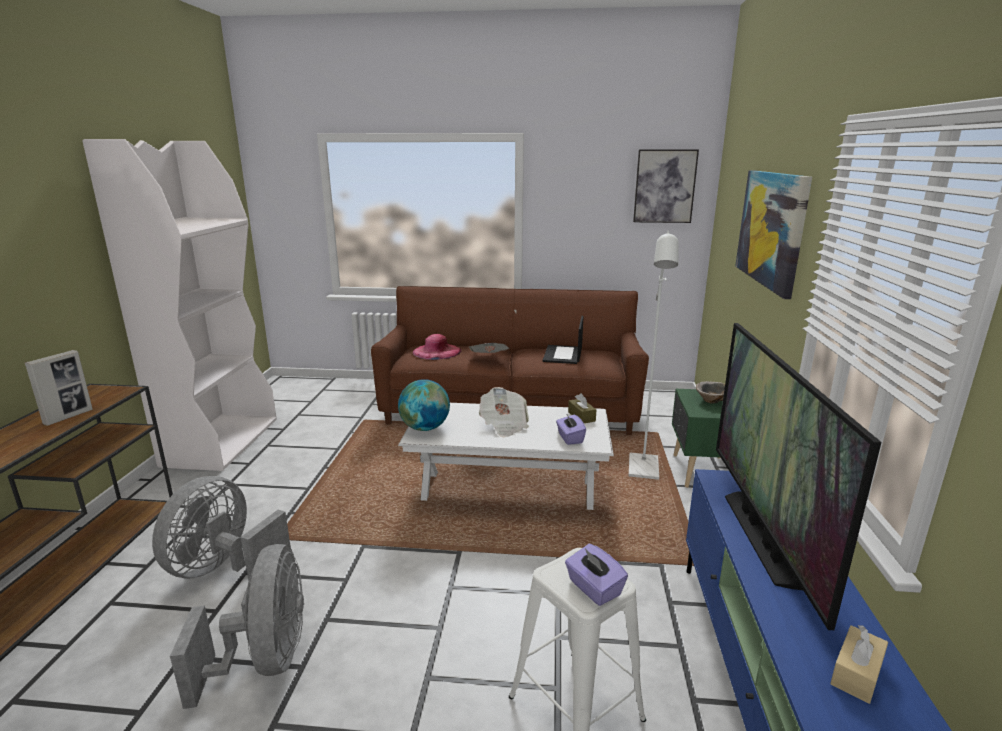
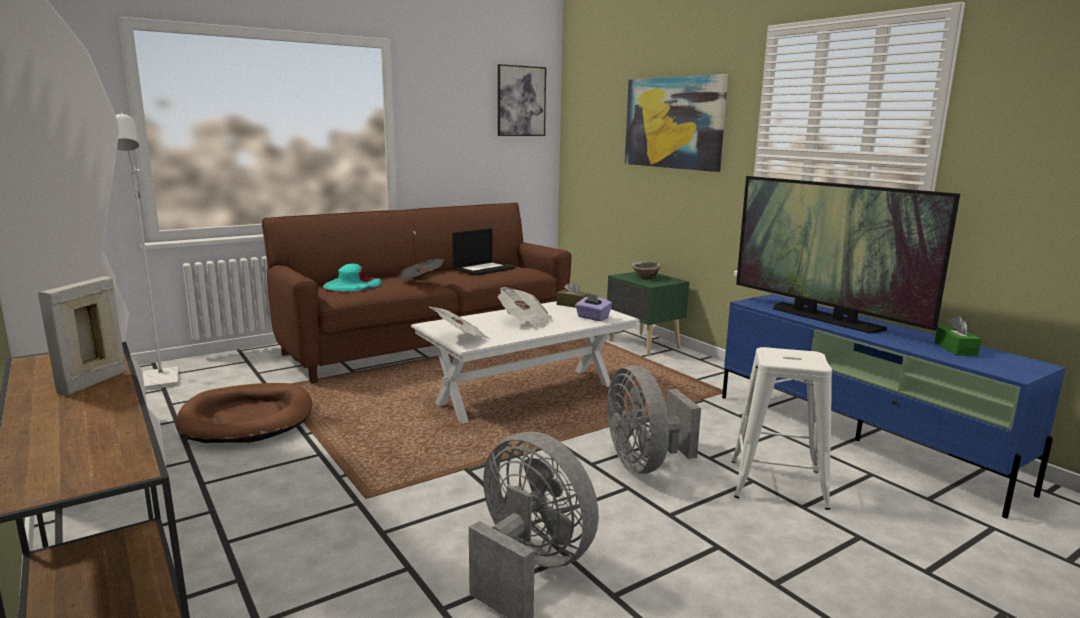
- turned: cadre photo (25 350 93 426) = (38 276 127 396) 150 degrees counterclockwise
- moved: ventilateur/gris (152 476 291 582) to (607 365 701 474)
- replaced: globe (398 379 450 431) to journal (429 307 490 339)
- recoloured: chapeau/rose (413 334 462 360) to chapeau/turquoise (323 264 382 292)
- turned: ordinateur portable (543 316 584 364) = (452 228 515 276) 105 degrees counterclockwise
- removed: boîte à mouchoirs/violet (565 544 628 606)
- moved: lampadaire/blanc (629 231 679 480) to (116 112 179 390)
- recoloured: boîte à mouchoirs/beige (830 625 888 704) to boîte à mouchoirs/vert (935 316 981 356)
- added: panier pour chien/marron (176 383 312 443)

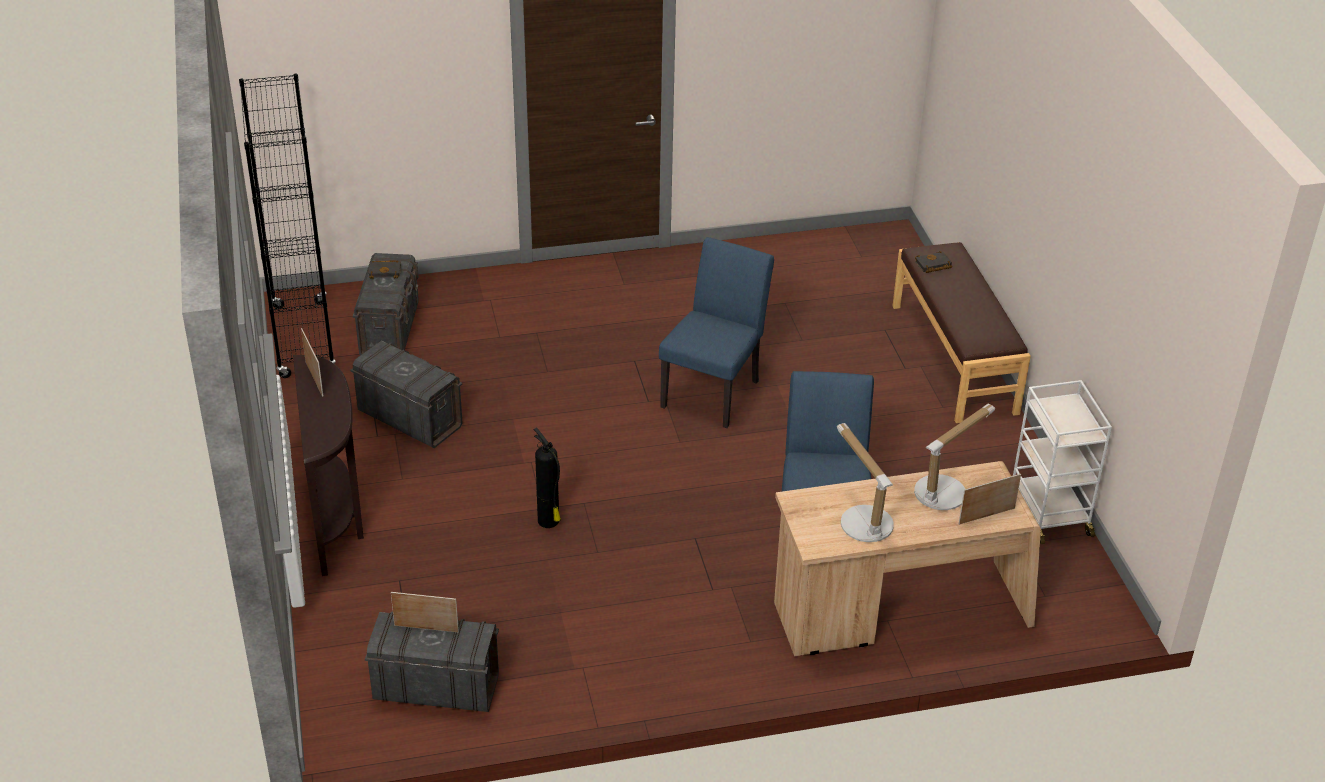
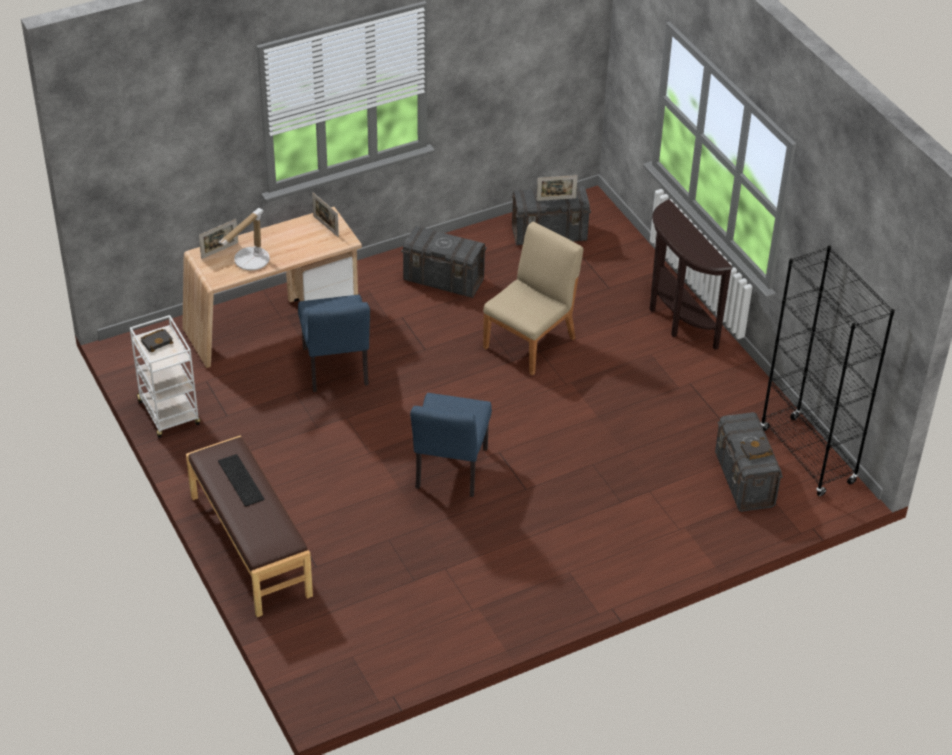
- moved: cadre photo (301 328 323 397) to (312 192 339 237)
- moved: boîte de rangement/gris (350 341 462 448) to (401 226 487 298)
- replaced: extincteur (534 428 561 528) to chaise/beige (483 222 583 375)
- removed: lampe de table (837 423 894 542)
- moved: livre/noir (915 251 952 273) to (141 329 173 352)
- added: clavier (218 454 265 507)

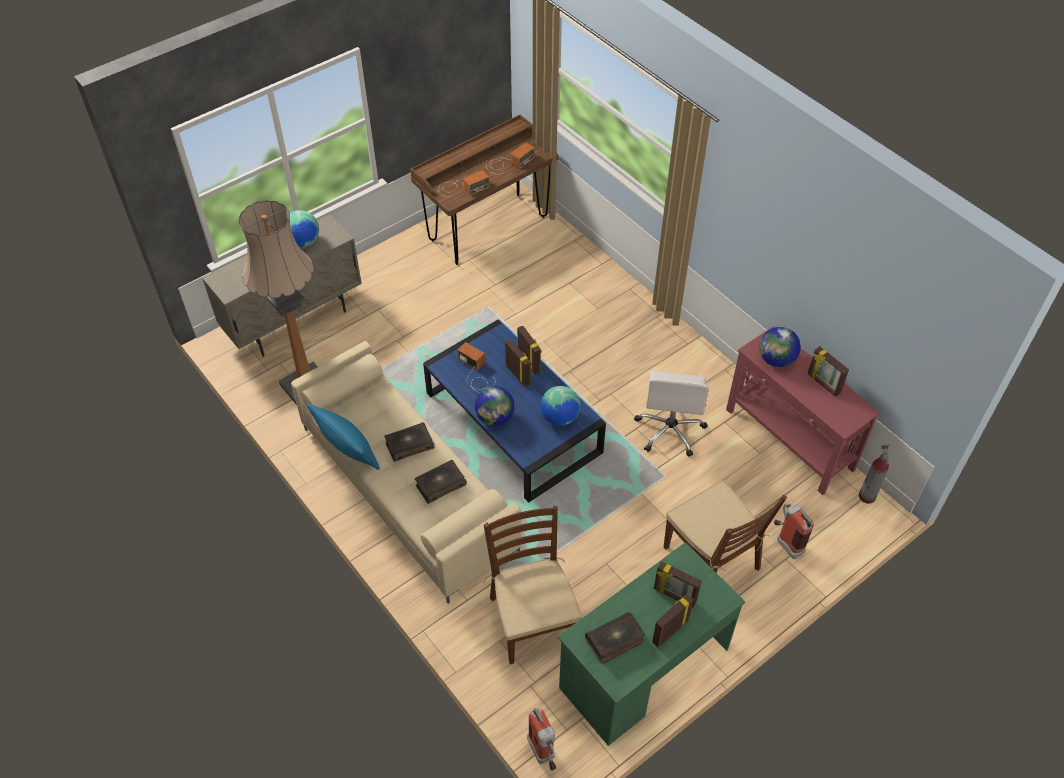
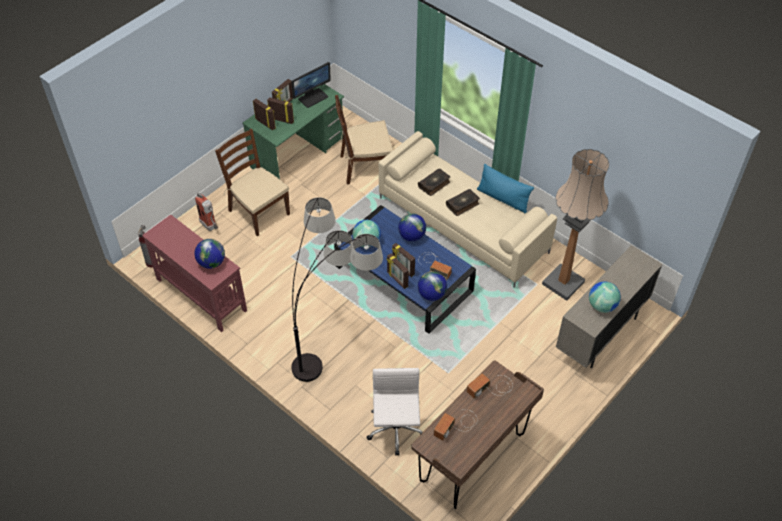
- turned: chaise/marron (483 506 582 664) = (335 95 393 184) 105 degrees clockwise
- removed: extincteur (527 708 556 770)
- replaced: livre (585 611 645 664) to écran d'ordinateur (292 62 331 108)
- moved: chaise de bureau/blanc (634 371 709 457) to (366 368 423 455)
- moved: cadre photo (808 346 849 397) to (253 99 276 130)
- added: lampadaire (291 197 383 382)
- added: globe (418 271 447 301)

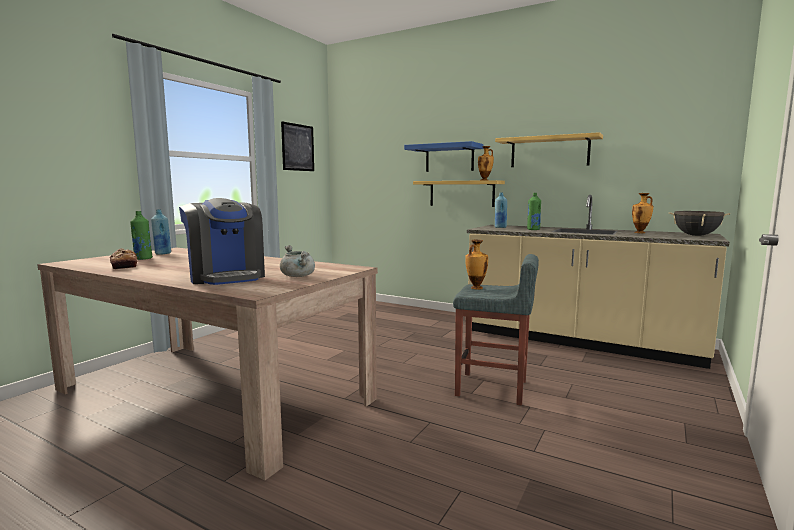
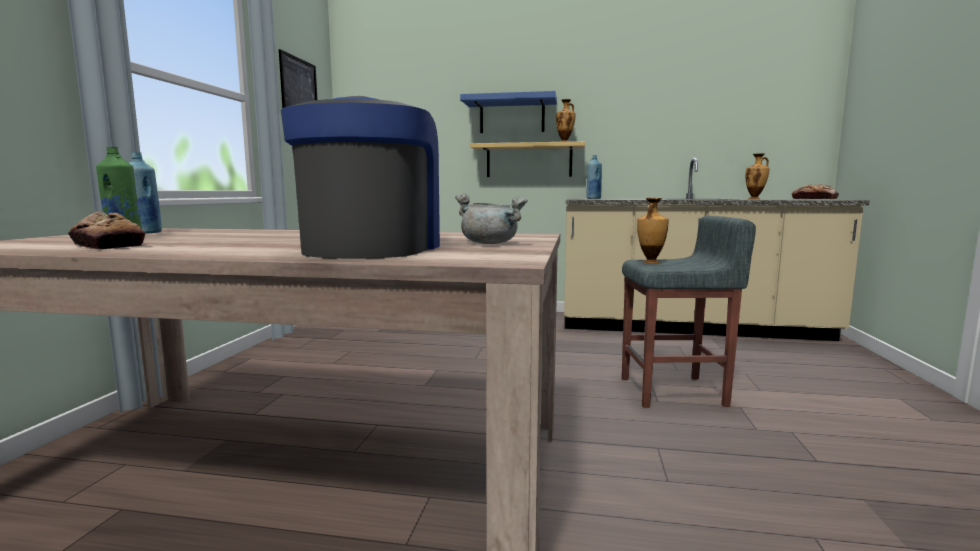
- turned: machine à café (179 198 265 285) = (281 96 440 259) 120 degrees counterclockwise
- removed: étagère (495 132 603 167)
- removed: bouteille/vert (527 193 541 230)
- replaced: marmite/noir (669 211 730 236) to pain (792 184 839 199)

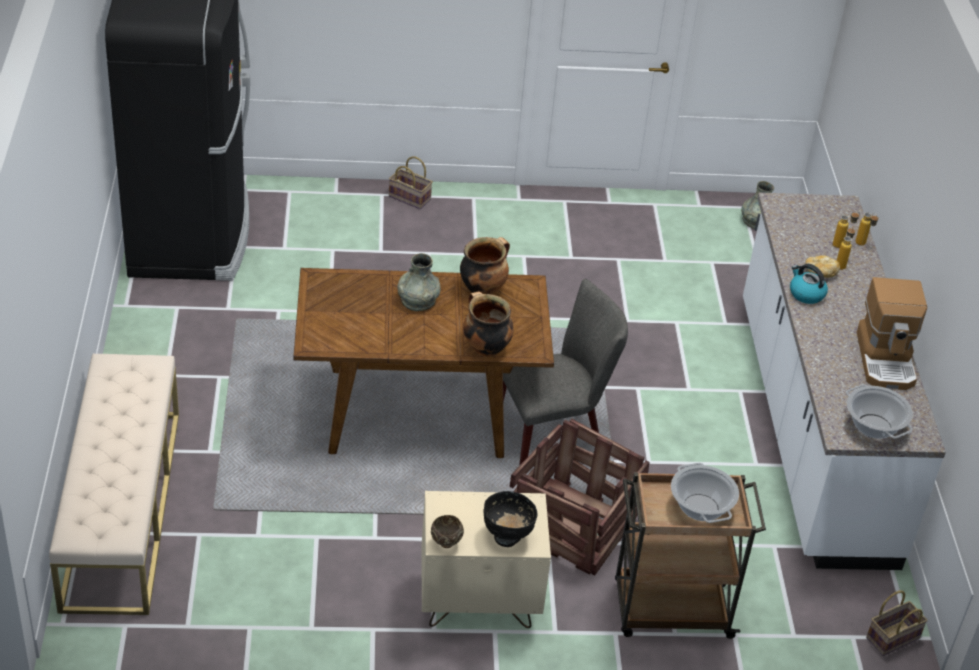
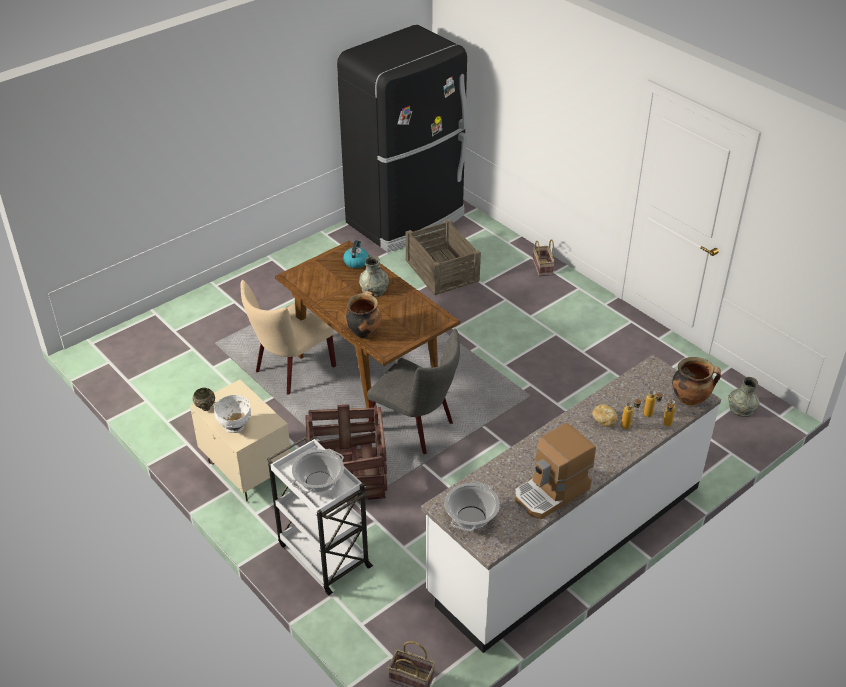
- removed: banc/beige (49 354 179 615)
- moved: marmite (460 237 510 295) to (672 357 721 406)
- recoloured: bol/noir (483 491 537 547) to bol/blanc (214 395 251 433)
- recoloured: chariot/marron (615 472 766 639) to chariot/blanc (267 437 373 595)
- moved: bouilloire (790 264 828 304) to (343 240 369 268)
- added: chaise/beige (241 280 336 395)
- added: caisse (405 219 481 295)

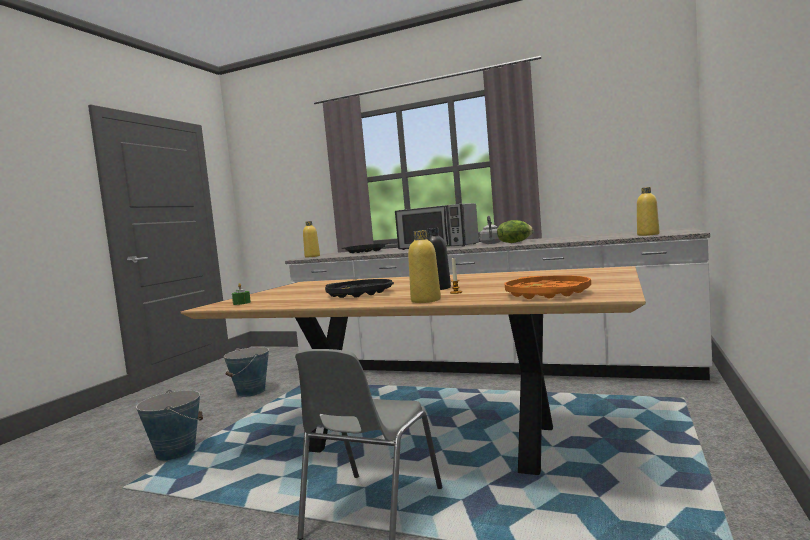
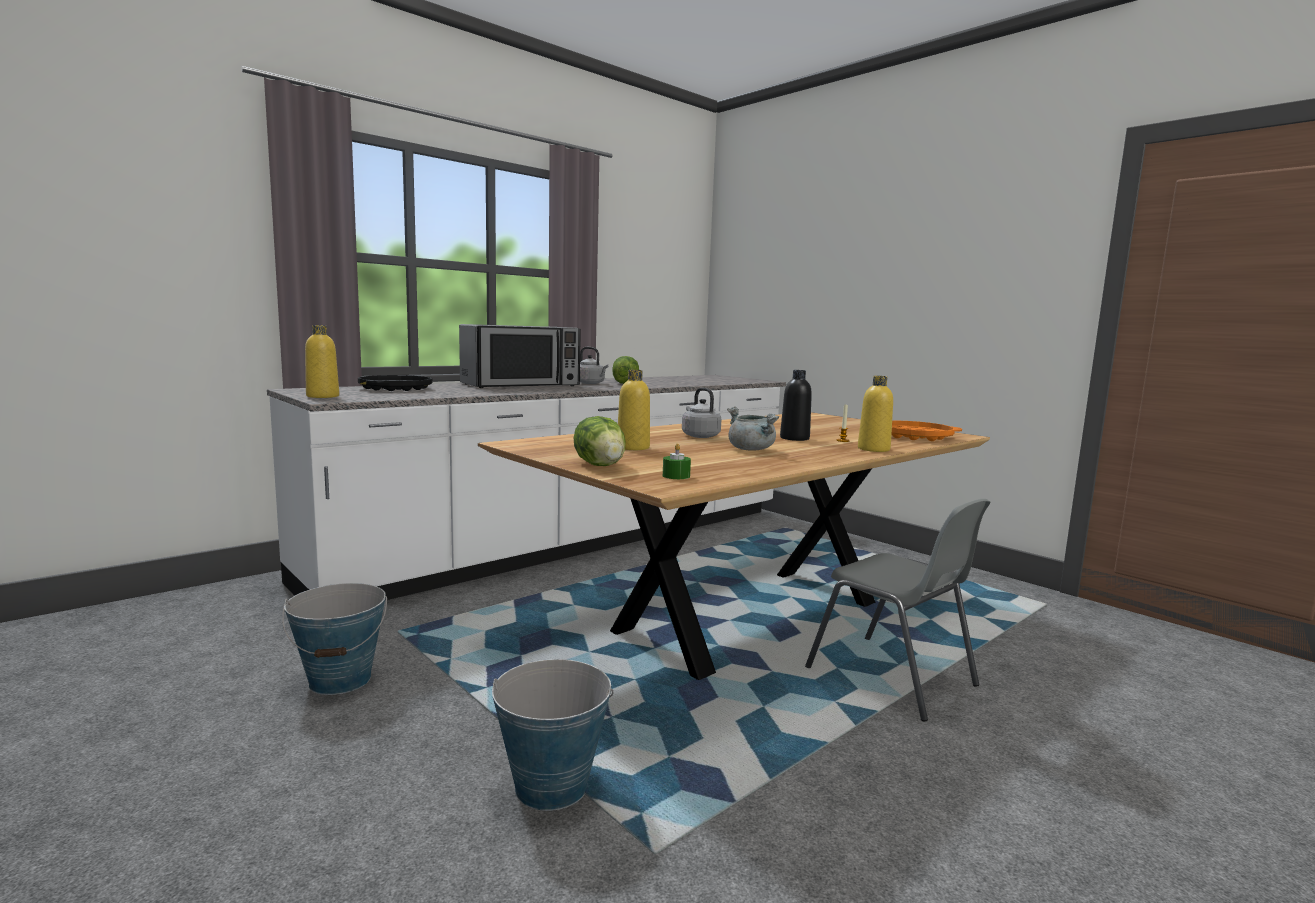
- replaced: plateau/noir (325 279 394 298) to marmite/gris (727 407 779 451)
- moved: bouteille/jaune (637 187 660 236) to (618 370 650 450)
- added: laitue (574 416 626 466)
- added: bouilloire/gris (682 388 721 438)

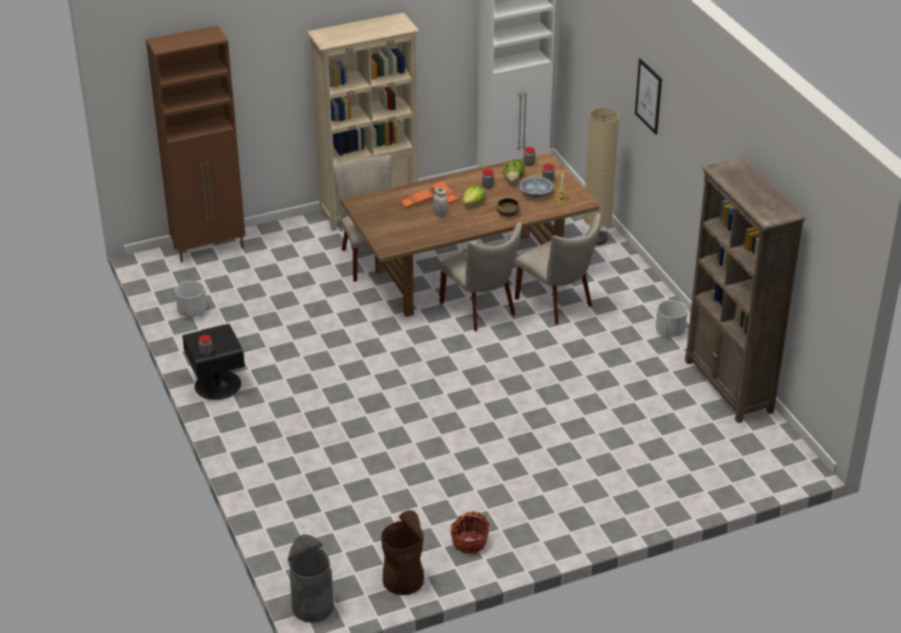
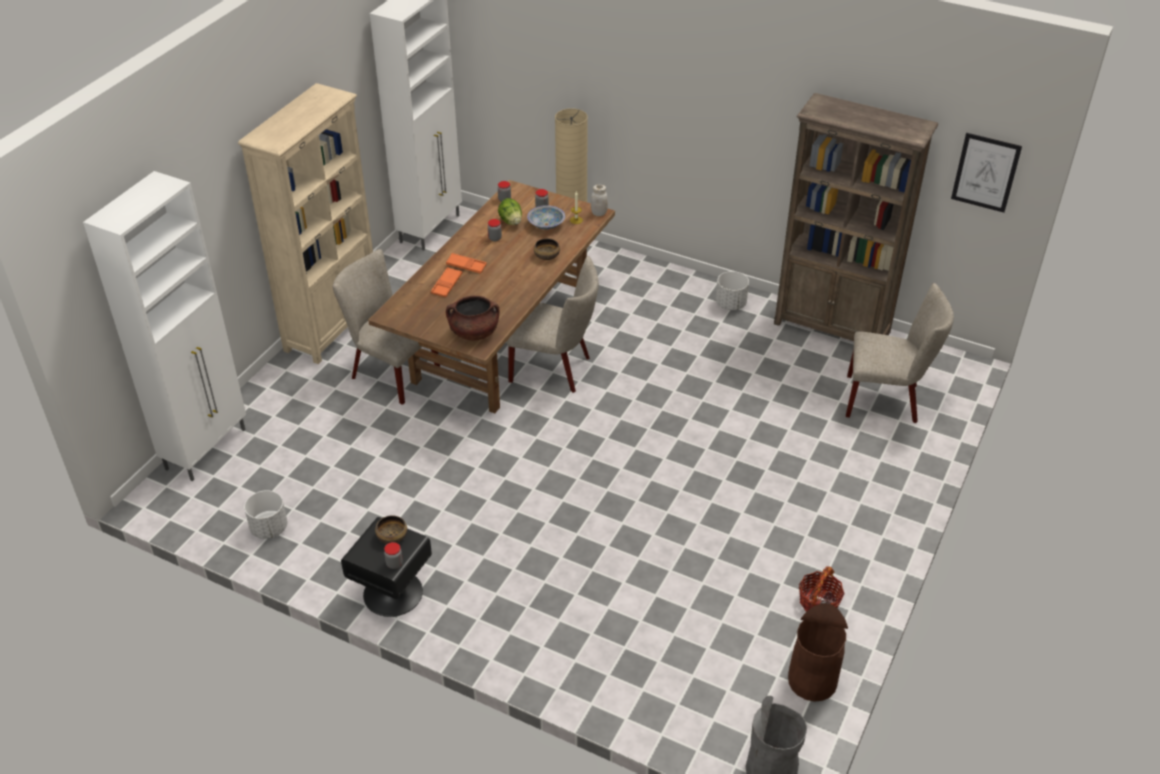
- recoloured: meuble de rangement/marron (146 26 245 263) to meuble de rangement/blanc (83 171 246 481)
- moved: bocal/blanc (433 188 448 217) to (591 185 608 216)
- removed: laitue (463 186 486 205)
- moved: chaise/beige (515 213 601 325) to (846 283 954 423)
- moved: tableau (635 58 662 135) to (951 133 1022 213)
- added: bol (375 515 407 544)
- added: marmite/marron (446 296 500 340)

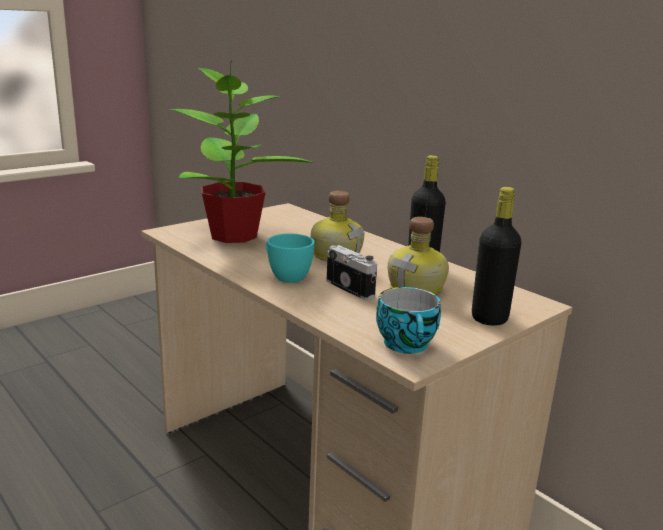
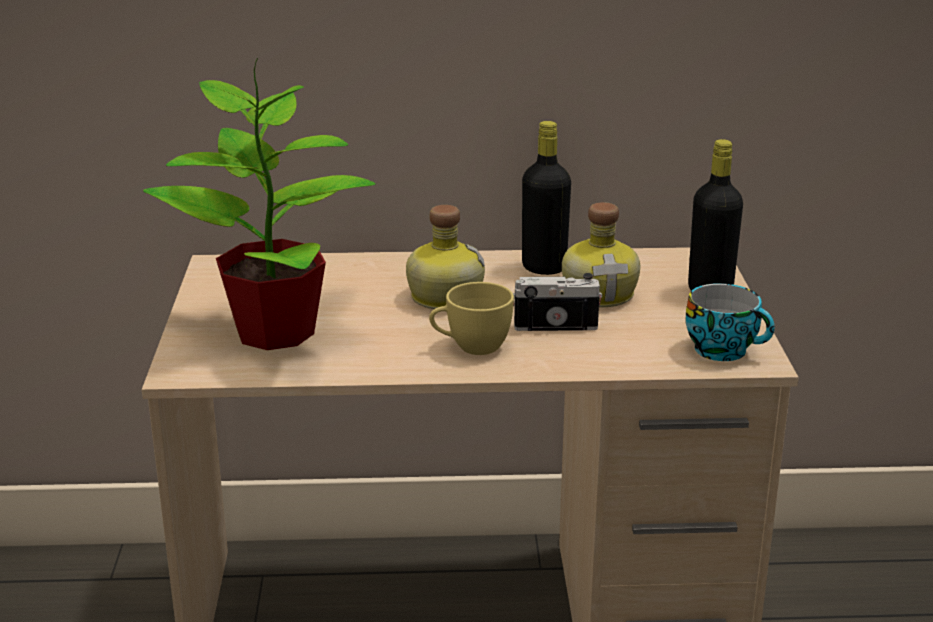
- recoloured: tasse/turquoise (266 234 315 283) to tasse/jaune (429 282 514 355)

